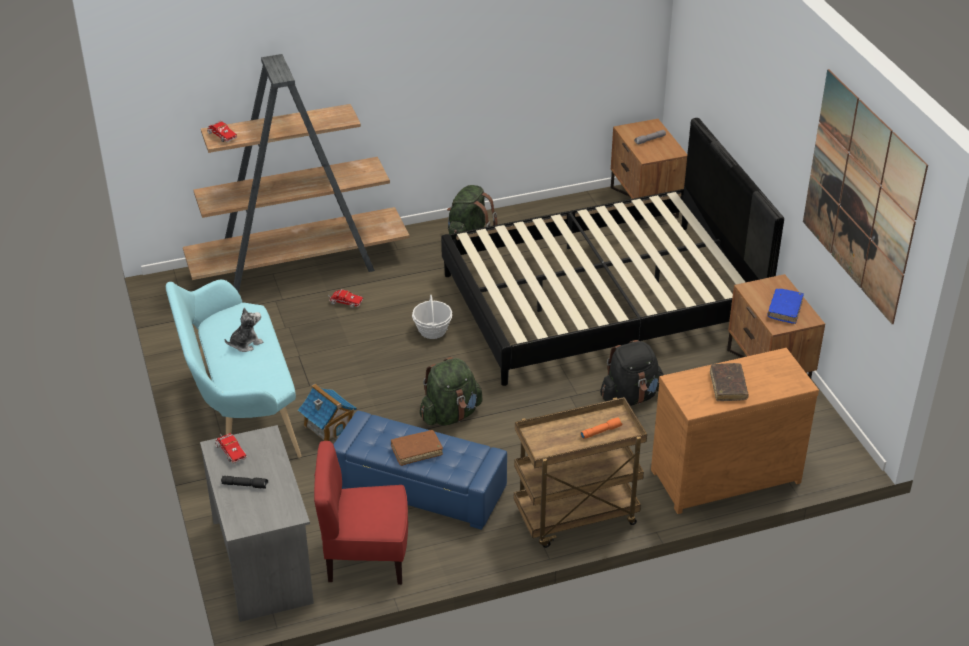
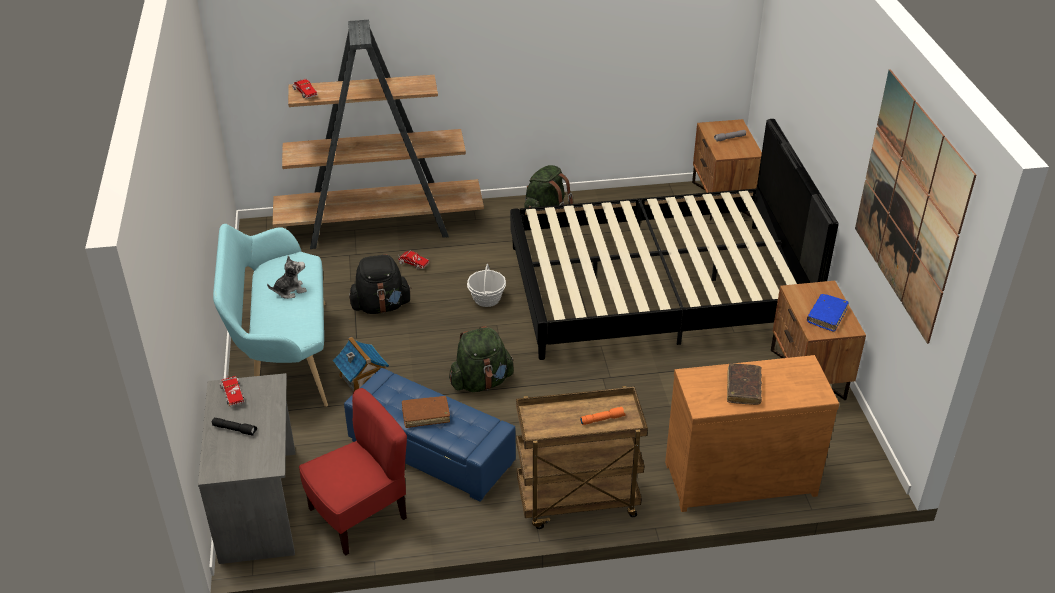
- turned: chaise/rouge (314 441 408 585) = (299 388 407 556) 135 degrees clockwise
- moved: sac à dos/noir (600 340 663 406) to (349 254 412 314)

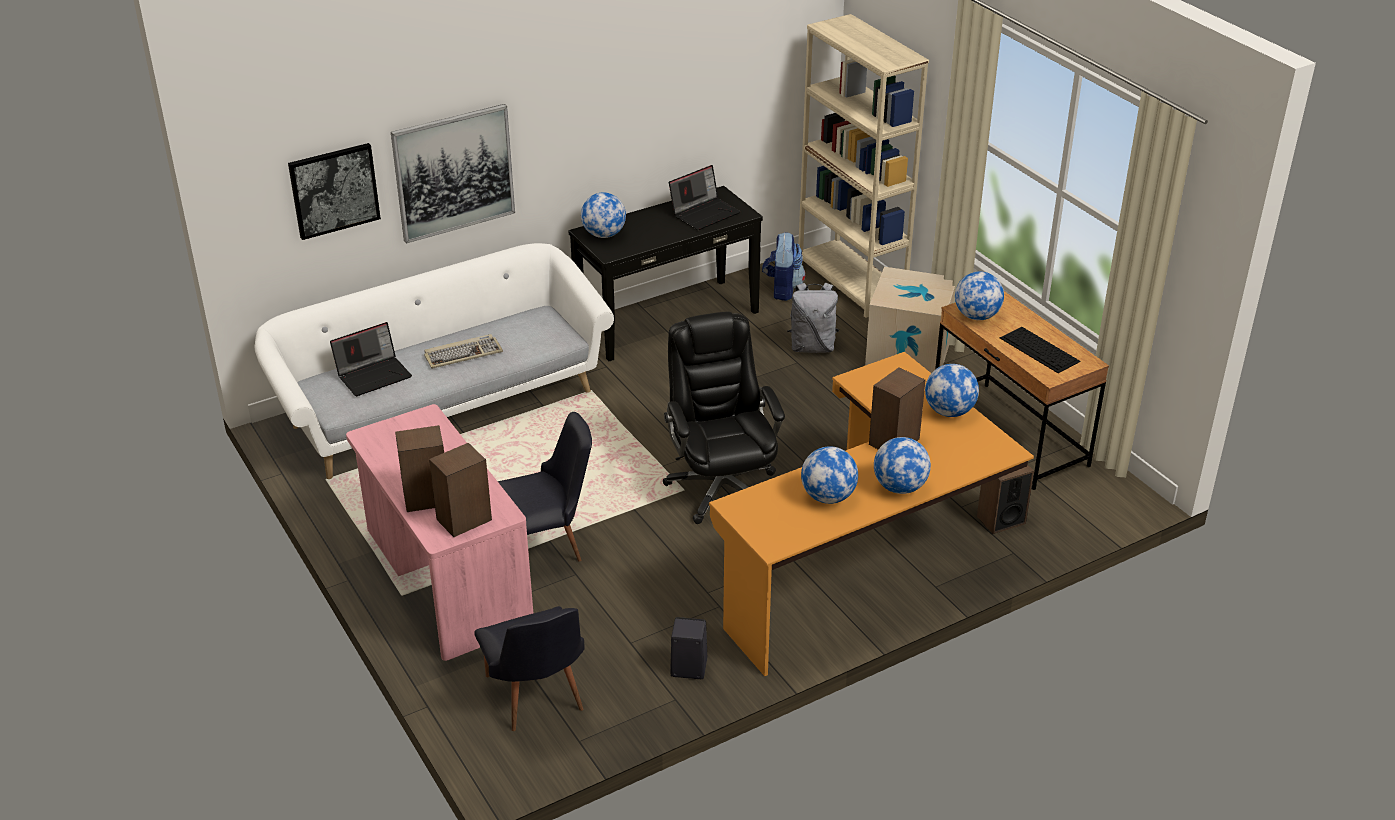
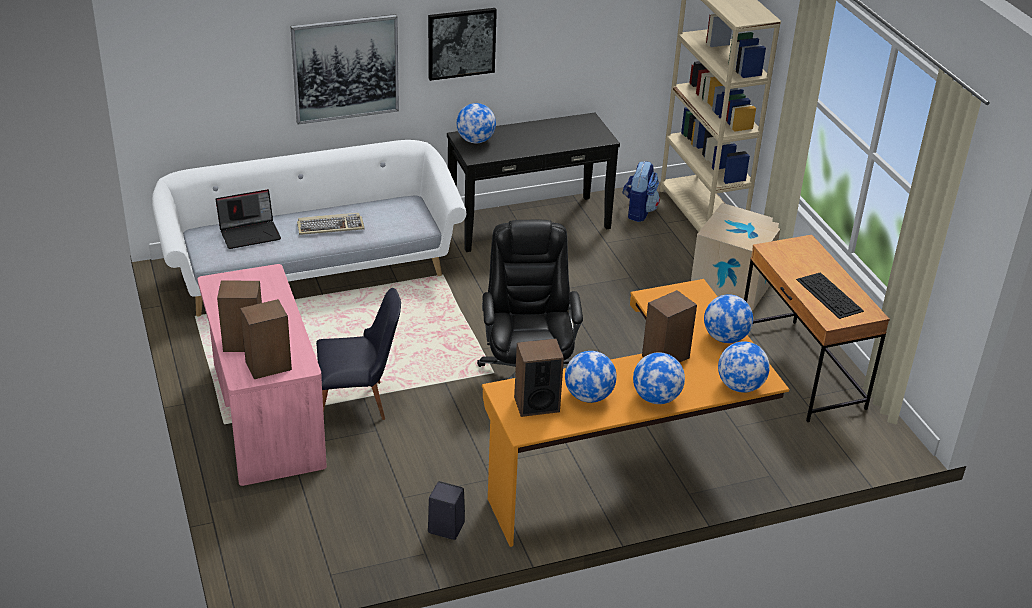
- moved: tableau (288 143 381 240) to (428 8 497 81)
- removed: chaise/noir (474 606 585 731)
- removed: ordinateur portable (669 165 740 230)
- removed: sac à dos/gris (787 282 839 353)
- moved: globe (955 271 1004 320) to (718 341 770 393)
- moved: enceinte (977 464 1034 534) to (514 338 564 417)

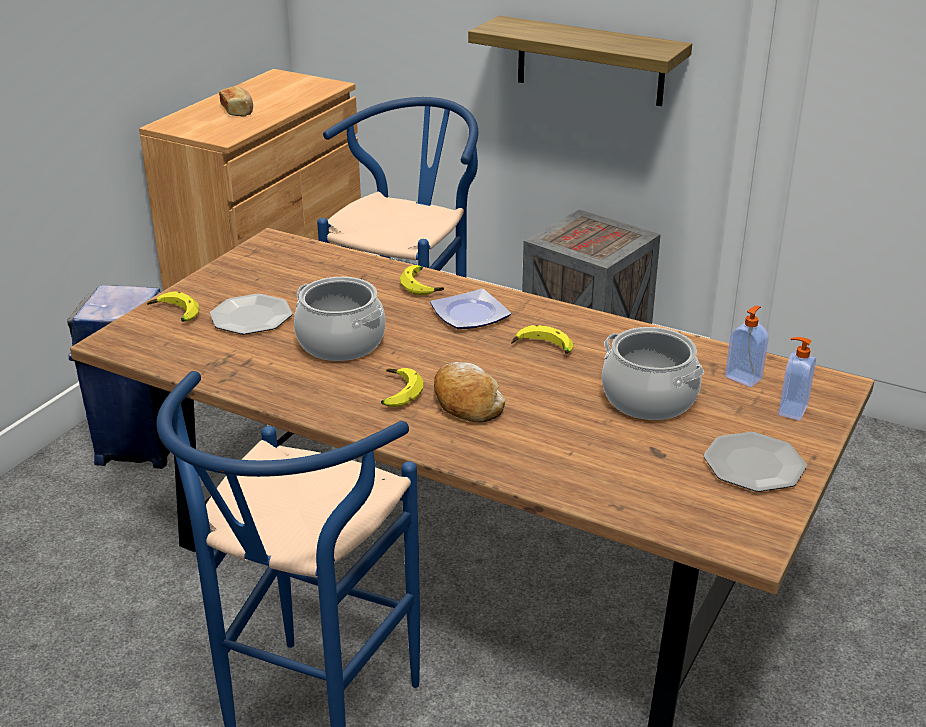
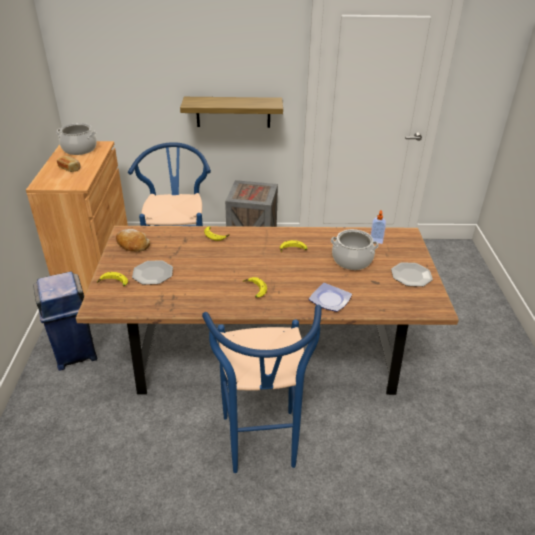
- moved: marmite (294 277 385 361) to (56 123 97 155)
- moved: assiette (430 289 511 329) to (309 283 352 312)
- moved: pain (434 362 505 422) to (116 229 150 252)
- removed: distributeur de savon (778 337 816 421)

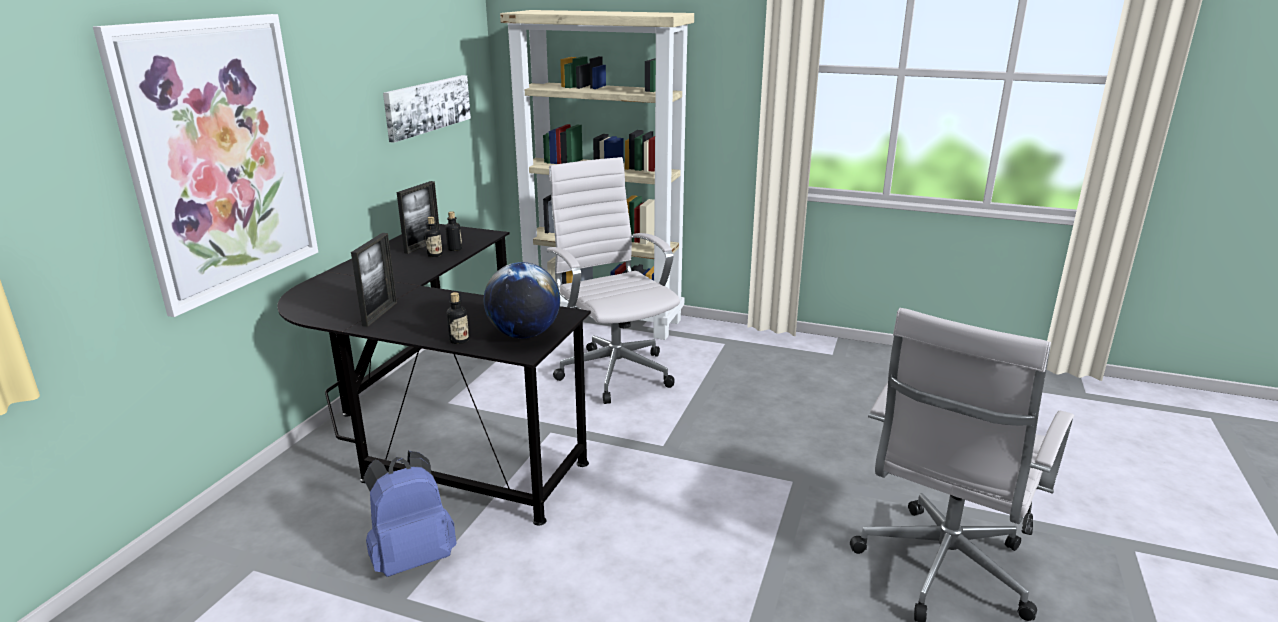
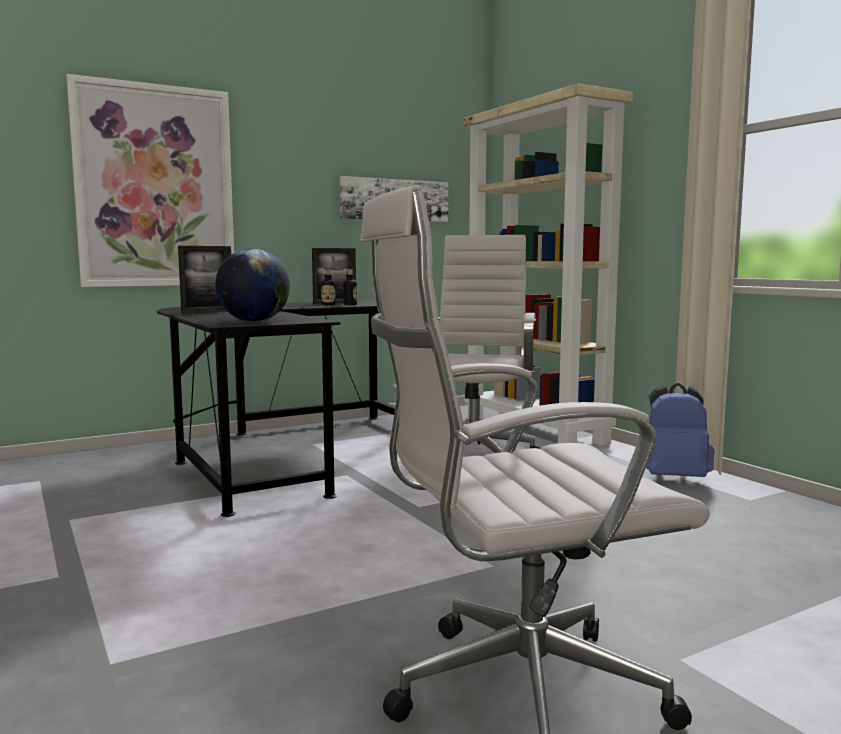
- moved: sac à dos/bleu (363 451 457 577) to (646 383 714 477)
- removed: bouteille (446 292 469 344)

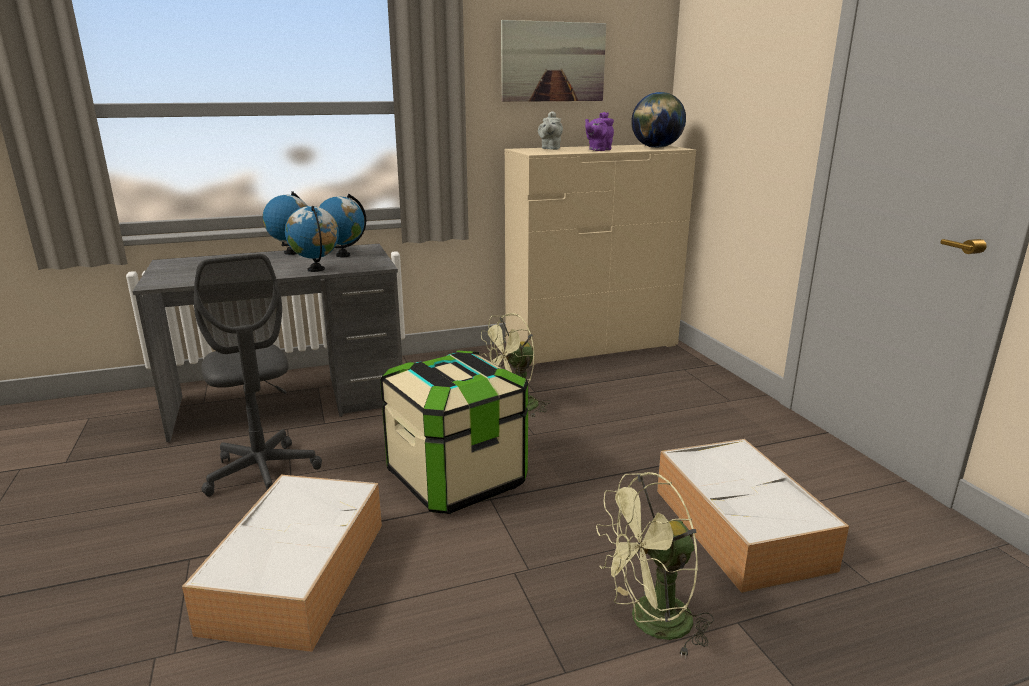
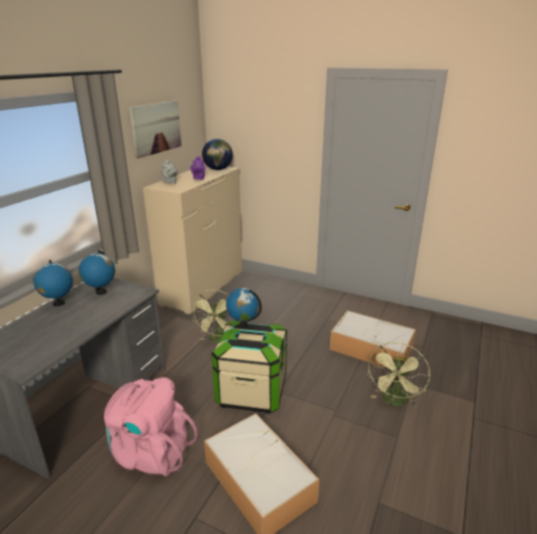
- replaced: chaise de bureau/gris (194 254 322 497) to sac à dos/rose (104 377 198 476)
- moved: globe (285 206 339 272) to (226 288 262 329)

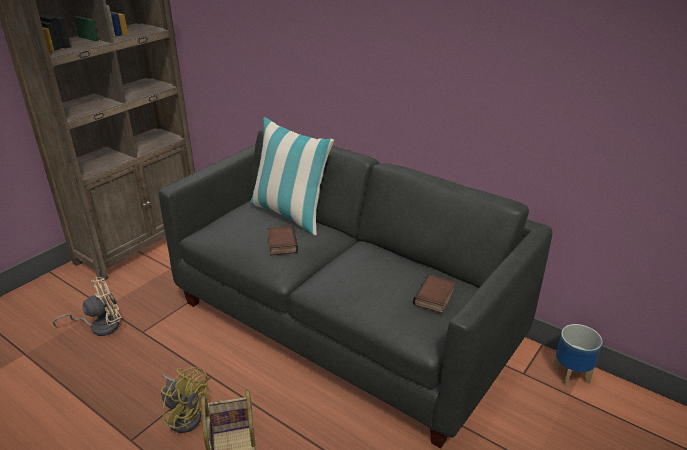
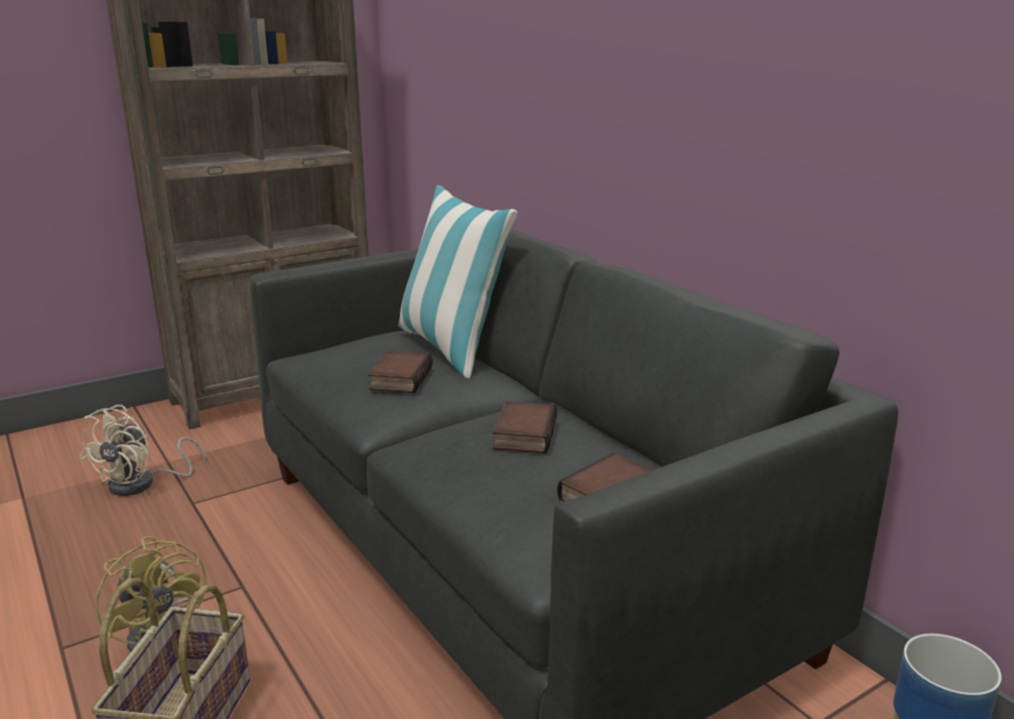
- turned: ventilateur/beige (53 277 122 336) = (80 405 206 496) 120 degrees clockwise
- added: livre (493 401 557 454)

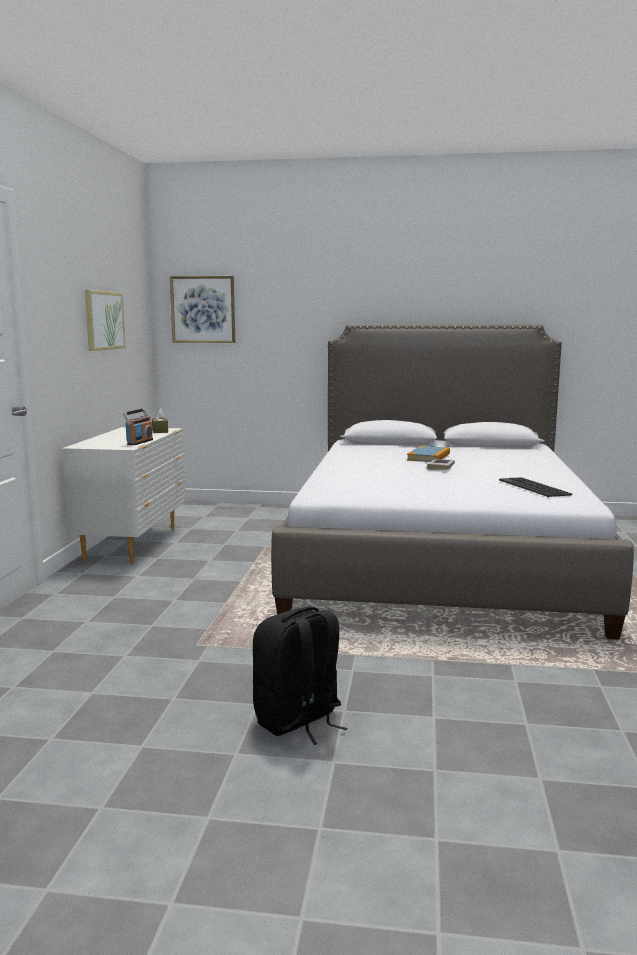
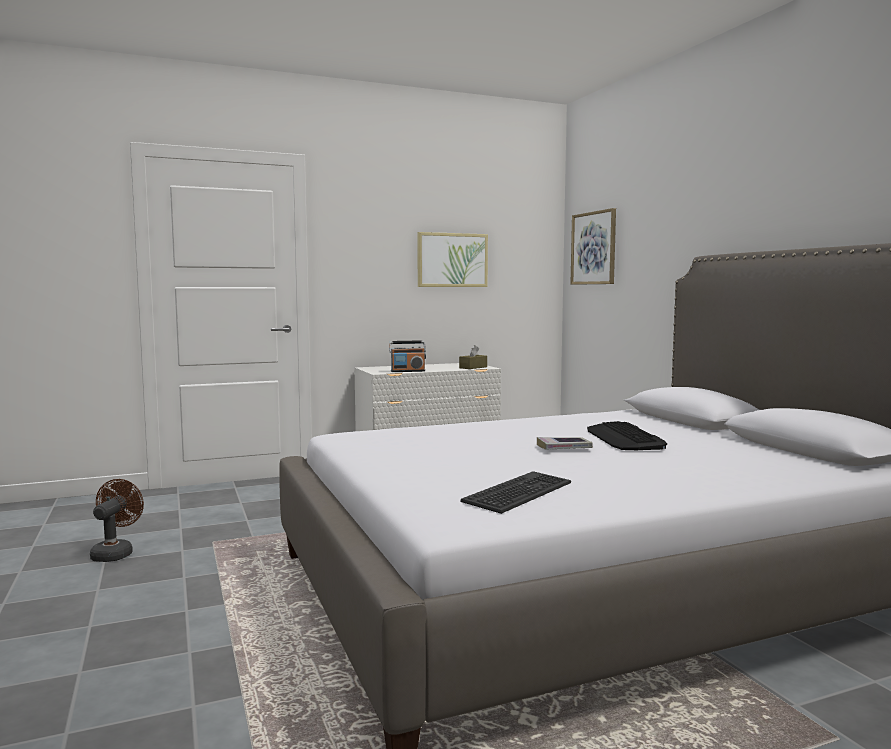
- removed: sac à dos/noir (253 607 348 745)
- replaced: livre (407 446 450 462) to clavier (587 421 667 450)
- added: ventilateur/marron (90 479 144 562)

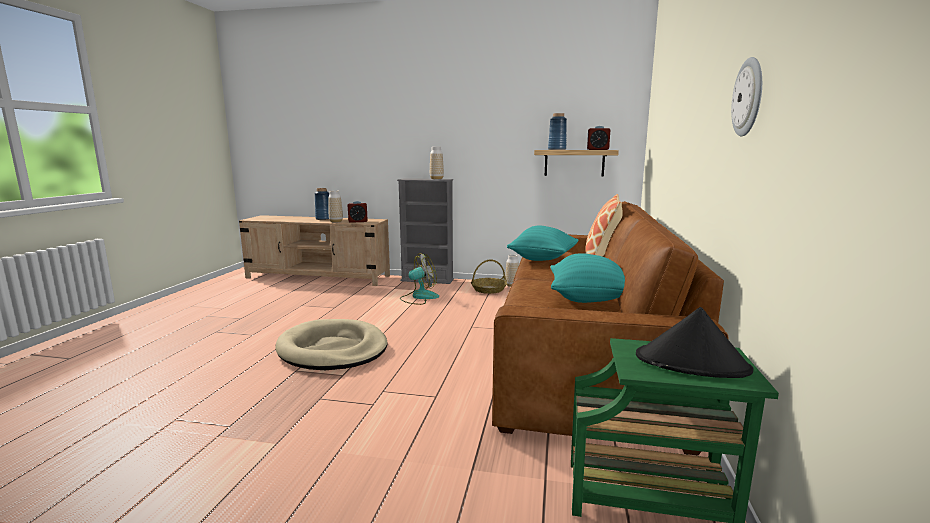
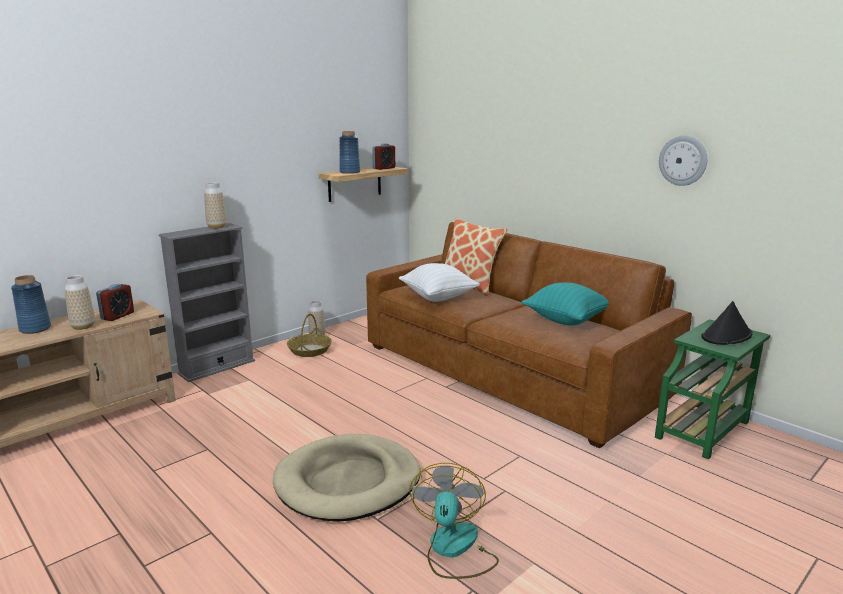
- moved: ventilateur (400 253 439 305) to (409 463 499 579)
- recoloured: coussin/turquoise (507 226 578 261) to coussin/blanc (399 263 480 302)

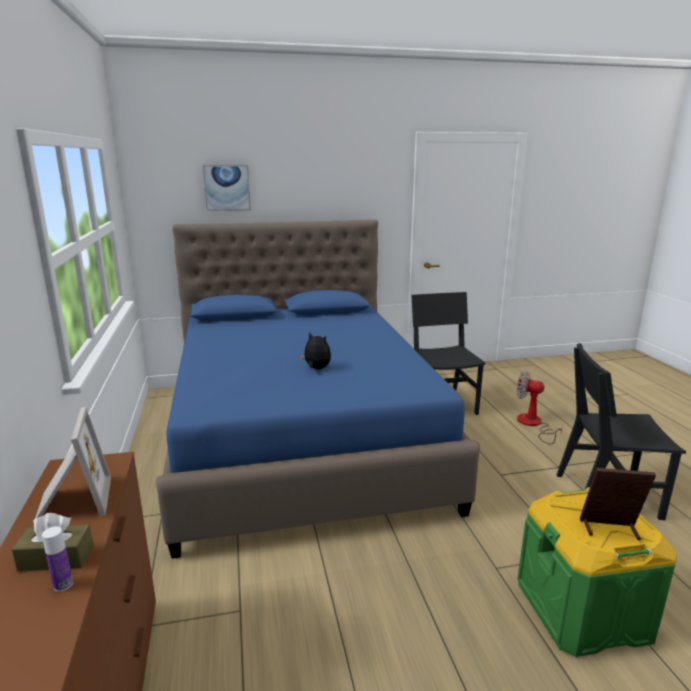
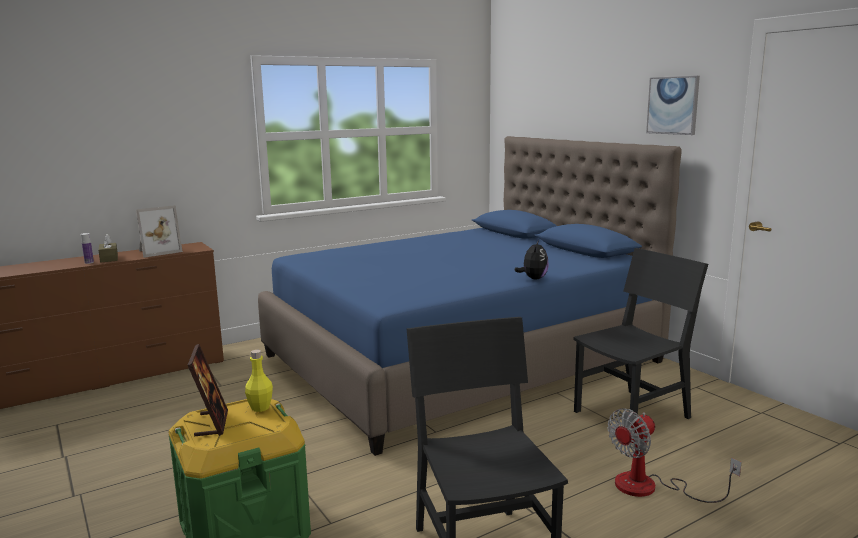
- moved: tableau (203 165 251 211) to (646 76 700 135)
- moved: peluche (299 332 331 369) to (514 240 549 279)
- turned: ventilateur (517 371 563 444) = (607 408 742 503) 135 degrees counterclockwise
- added: bouteille/jaune (245 350 273 412)

